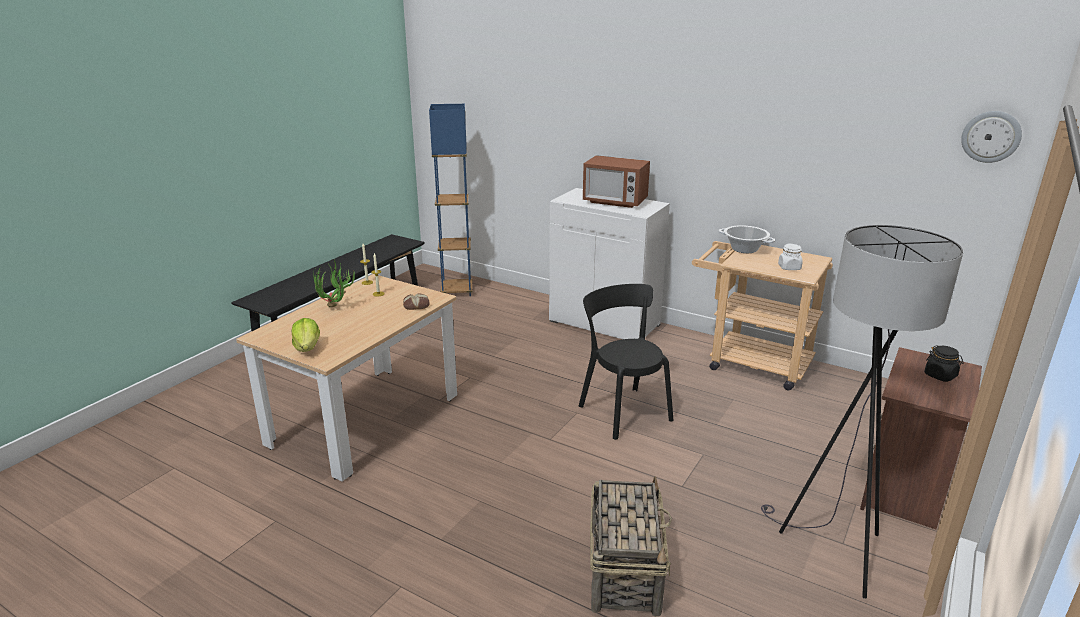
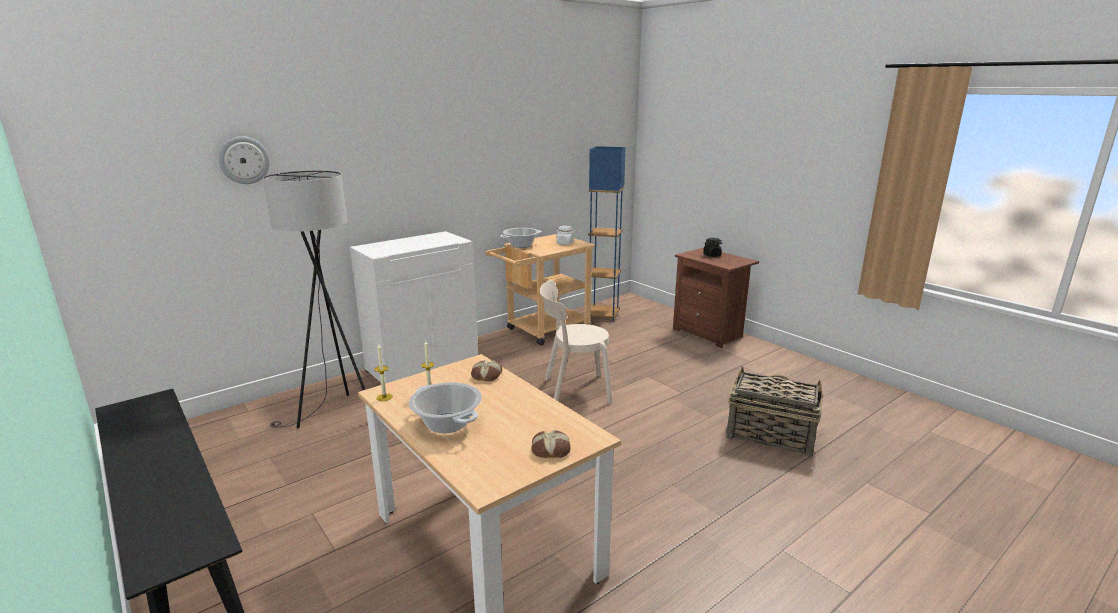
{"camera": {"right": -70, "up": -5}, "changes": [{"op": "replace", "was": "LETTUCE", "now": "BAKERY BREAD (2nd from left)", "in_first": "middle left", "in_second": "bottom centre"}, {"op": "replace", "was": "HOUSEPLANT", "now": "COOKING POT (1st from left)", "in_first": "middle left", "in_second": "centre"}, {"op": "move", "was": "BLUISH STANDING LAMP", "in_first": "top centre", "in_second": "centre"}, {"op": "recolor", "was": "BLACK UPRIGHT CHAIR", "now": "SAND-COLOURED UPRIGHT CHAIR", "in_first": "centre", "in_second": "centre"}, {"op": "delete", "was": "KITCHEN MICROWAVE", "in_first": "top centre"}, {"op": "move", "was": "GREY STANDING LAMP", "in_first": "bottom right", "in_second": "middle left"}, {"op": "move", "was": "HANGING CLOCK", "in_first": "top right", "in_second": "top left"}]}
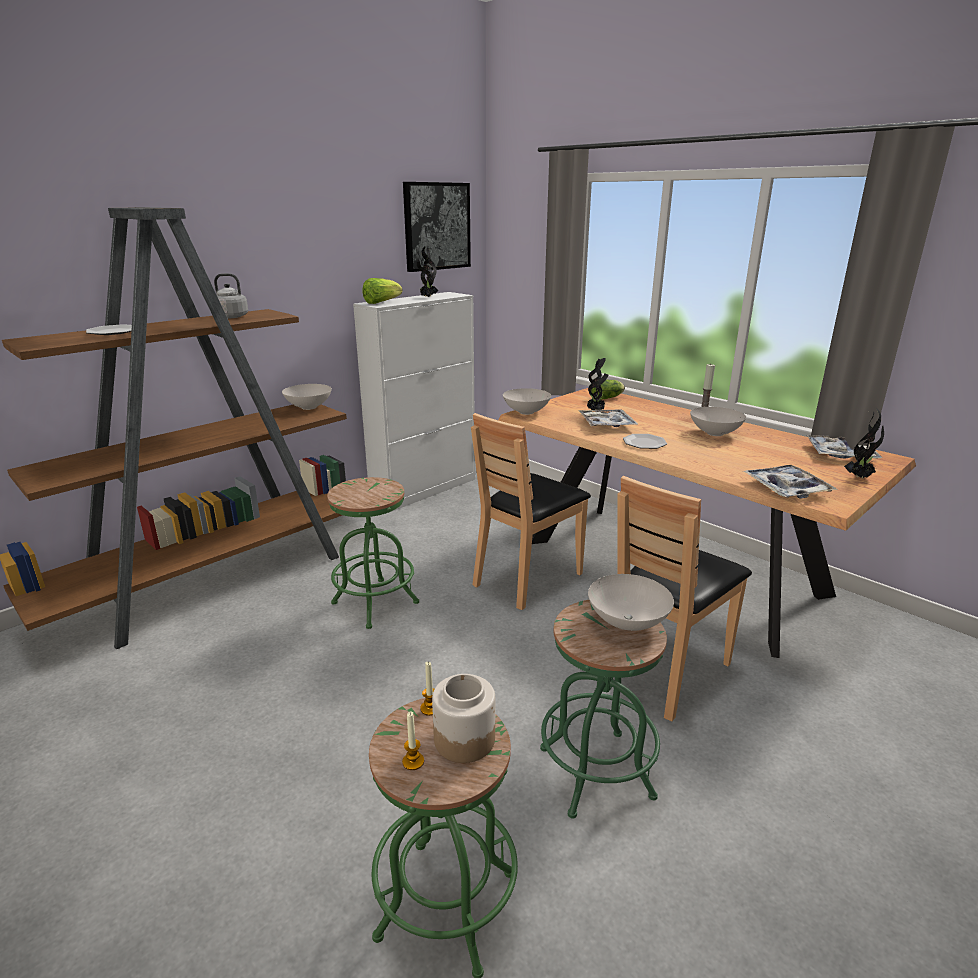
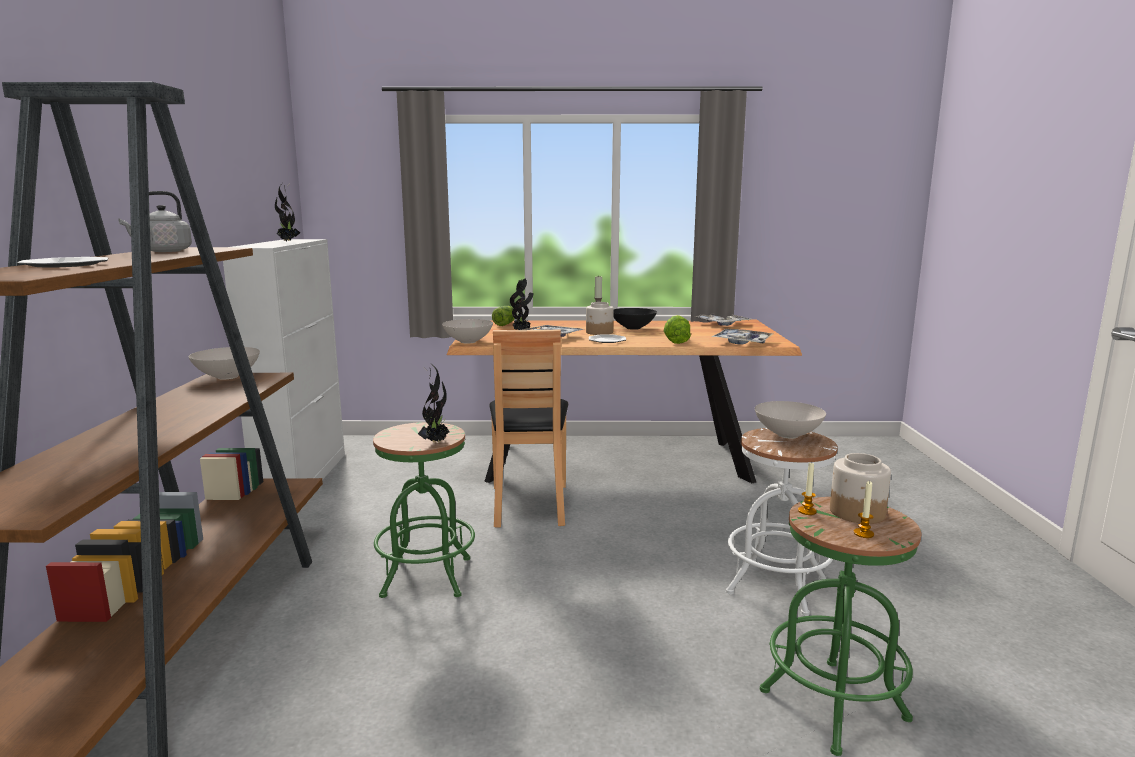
{"camera": {"right": -45, "up": -10}, "changes": [{"op": "move", "was": "LETTUCE (1st from left in the first image)", "now": "LETTUCE (2nd from left)", "in_first": "top centre", "in_second": "centre"}, {"op": "delete", "was": "WALL PICTURE", "in_first": "top centre"}, {"op": "recolor", "was": "GREEN-COLOURED STOOL (3rd from left)", "now": "WHITE-COLOURED STOOL", "in_first": "bottom centre", "in_second": "bottom right"}, {"op": "delete", "was": "BROWNISH UPRIGHT CHAIR (2nd from left)", "in_first": "middle right"}, {"op": "recolor", "was": "WHITE-COLOURED BOWL (4th from left)", "now": "BLACK BOWL", "in_first": "middle right", "in_second": "centre"}, {"op": "move", "was": "HOUSEPLANT (3rd from left in the first image)", "now": "HOUSEPLANT (2nd from left)", "in_first": "middle right", "in_second": "centre"}, {"op": "insert", "now": "PRESERVE JAR (1st from left)", "in_second": "centre"}]}
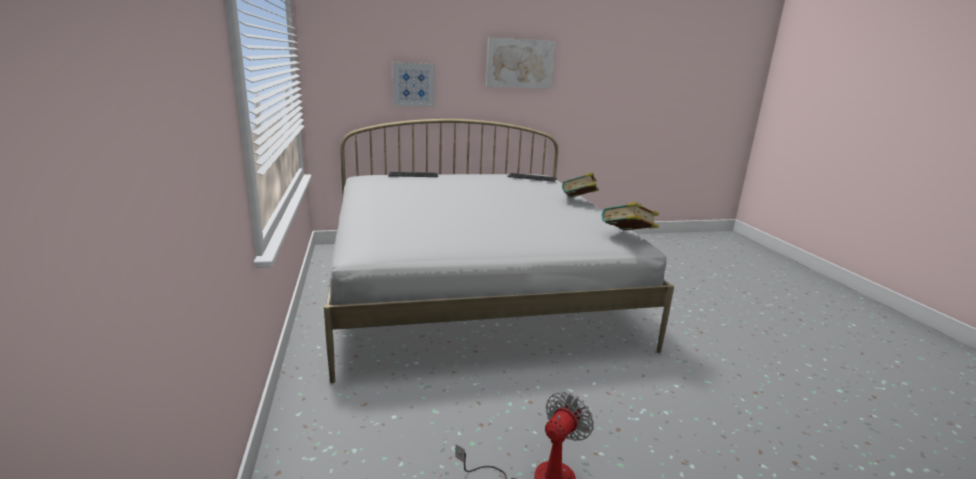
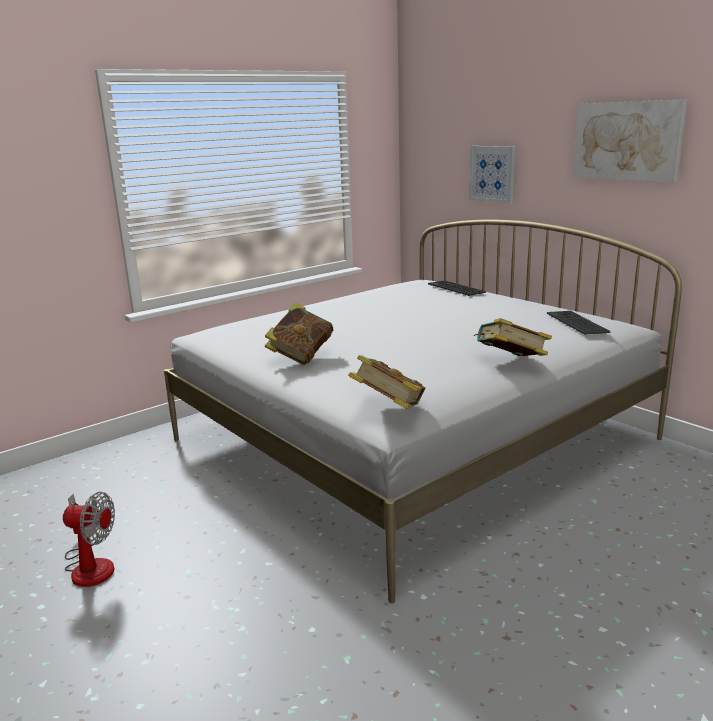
{"camera": {"right": 65, "up": 0}, "changes": [{"op": "insert", "now": "VOLUME (1st from left)", "in_second": "centre"}]}
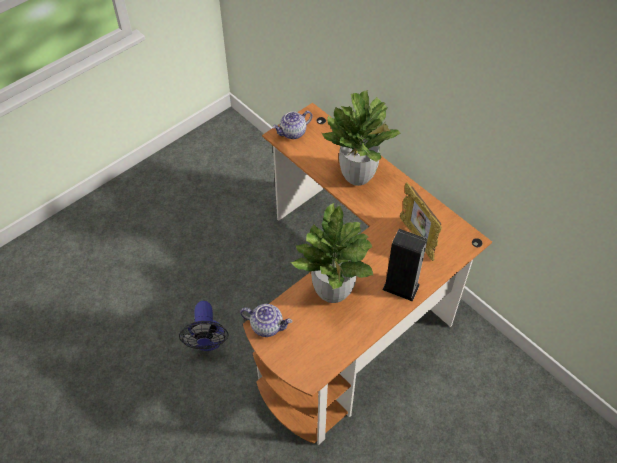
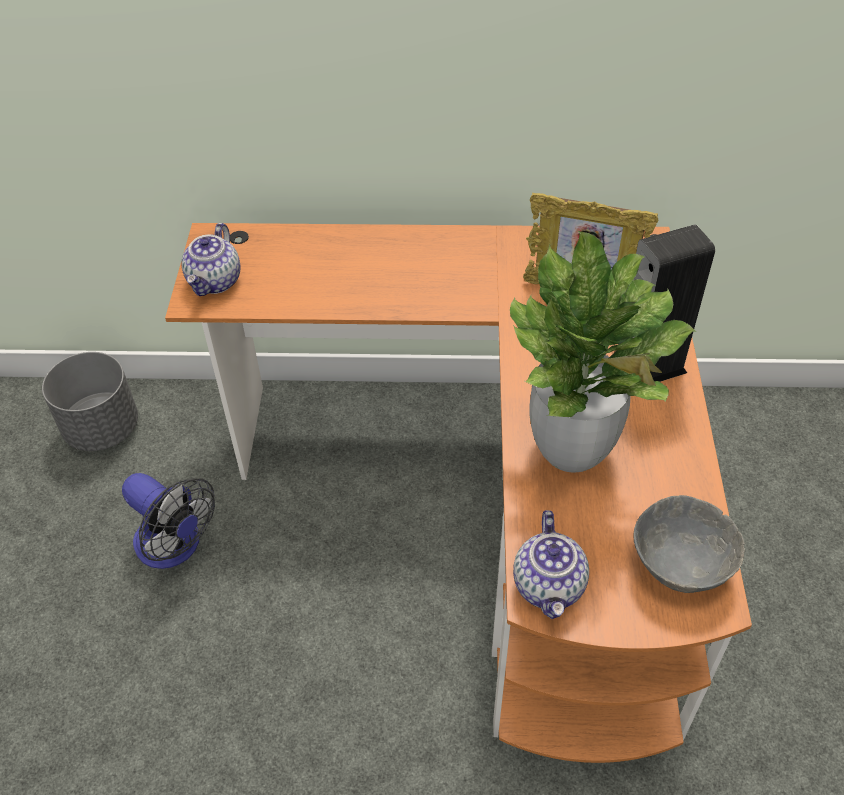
{"camera": {"right": -45, "up": -5}, "changes": [{"op": "move", "was": "ELECTRIC FAN", "in_first": "bottom left", "in_second": "middle left"}, {"op": "rotate", "was": "TEAPOT (1st from left in the first image)", "in_first": "bottom centre", "in_second": "bottom centre", "clockwise": 120}, {"op": "delete", "was": "HOUSEPLANT (2nd from left)", "in_first": "top centre"}, {"op": "insert", "now": "GREY PLANTER", "in_second": "middle left"}, {"op": "insert", "now": "GREY BOWL", "in_second": "bottom right"}]}
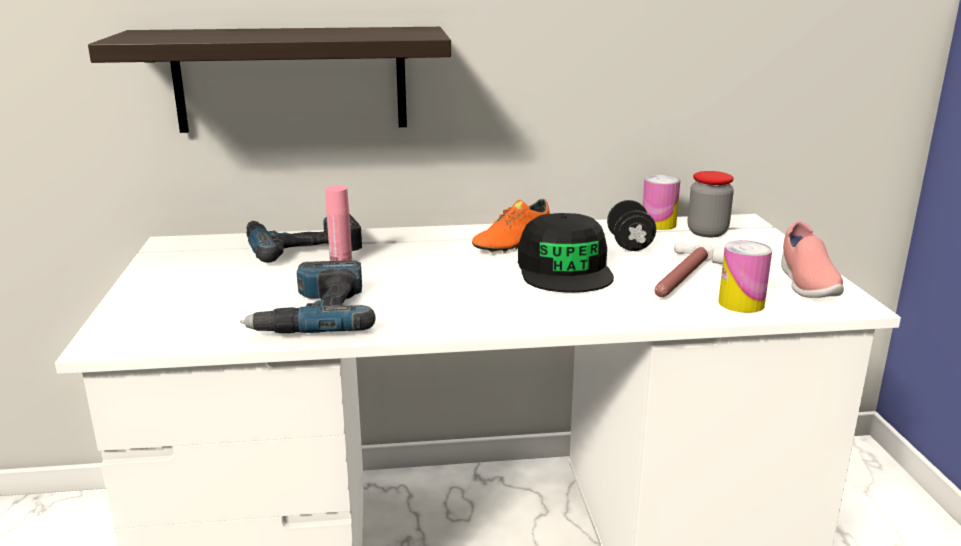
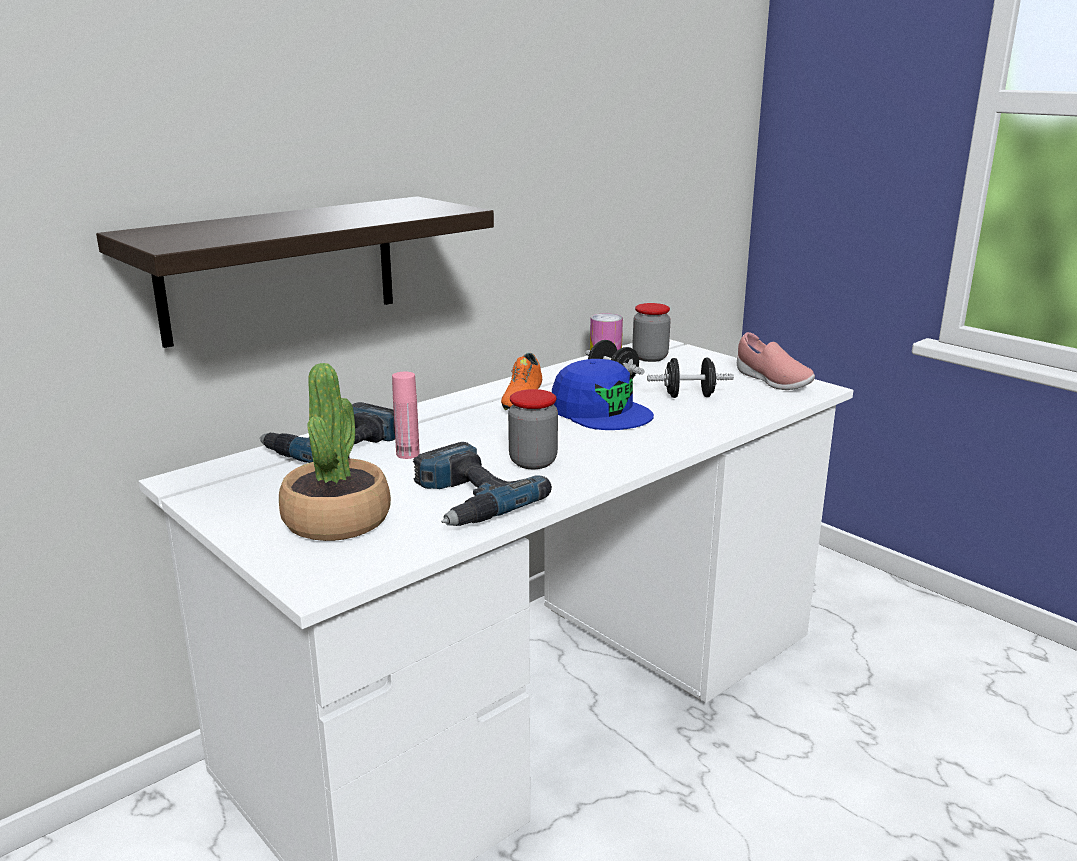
{"camera": {"right": -35, "up": 0}, "changes": [{"op": "recolor", "was": "BLACK BASEBALL CAP", "now": "BLUISH BASEBALL CAP", "in_first": "centre", "in_second": "centre"}, {"op": "replace", "was": "HAND HAMMER", "now": "BLACK FREE WEIGHT (2nd from left)", "in_first": "middle right", "in_second": "centre"}, {"op": "delete", "was": "METAL CAN (2nd from left)", "in_first": "middle right"}, {"op": "insert", "now": "HOUSEPLANT", "in_second": "middle left"}, {"op": "insert", "now": "PRESERVE JAR (1st from left)", "in_second": "centre"}]}
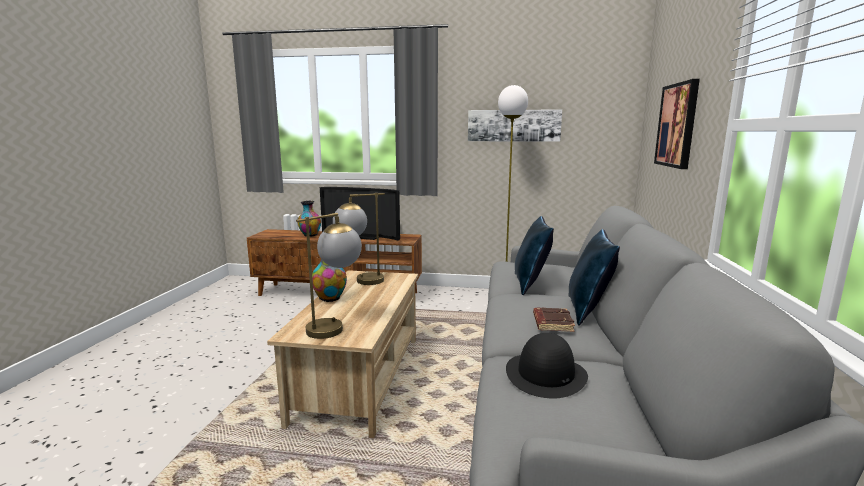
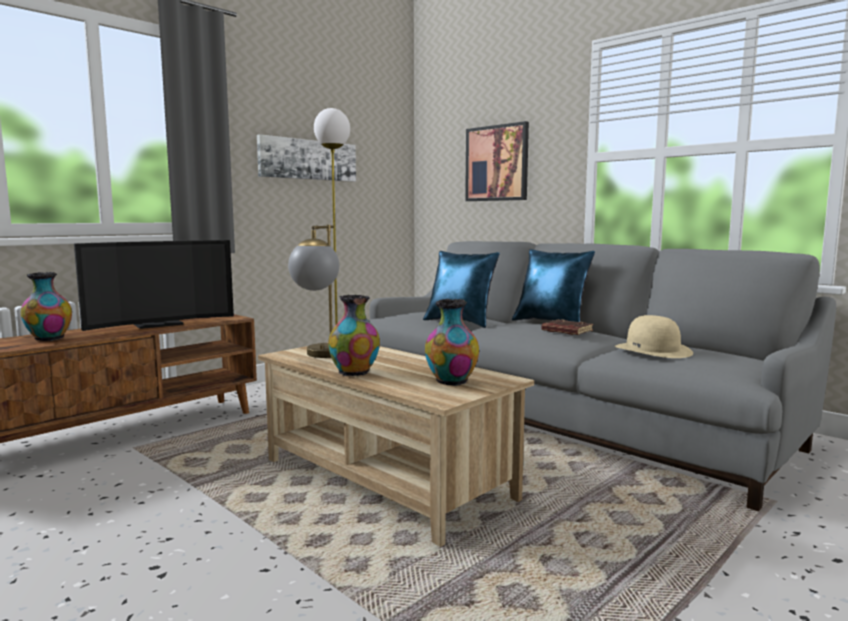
{"camera": {"right": -55, "up": -5}, "changes": [{"op": "replace", "was": "TABLETOP LAMP (1st from left)", "now": "VASE (3rd from left)", "in_first": "centre", "in_second": "centre"}, {"op": "recolor", "was": "BLACK HAT", "now": "SAND-COLOURED HAT", "in_first": "bottom centre", "in_second": "middle right"}]}
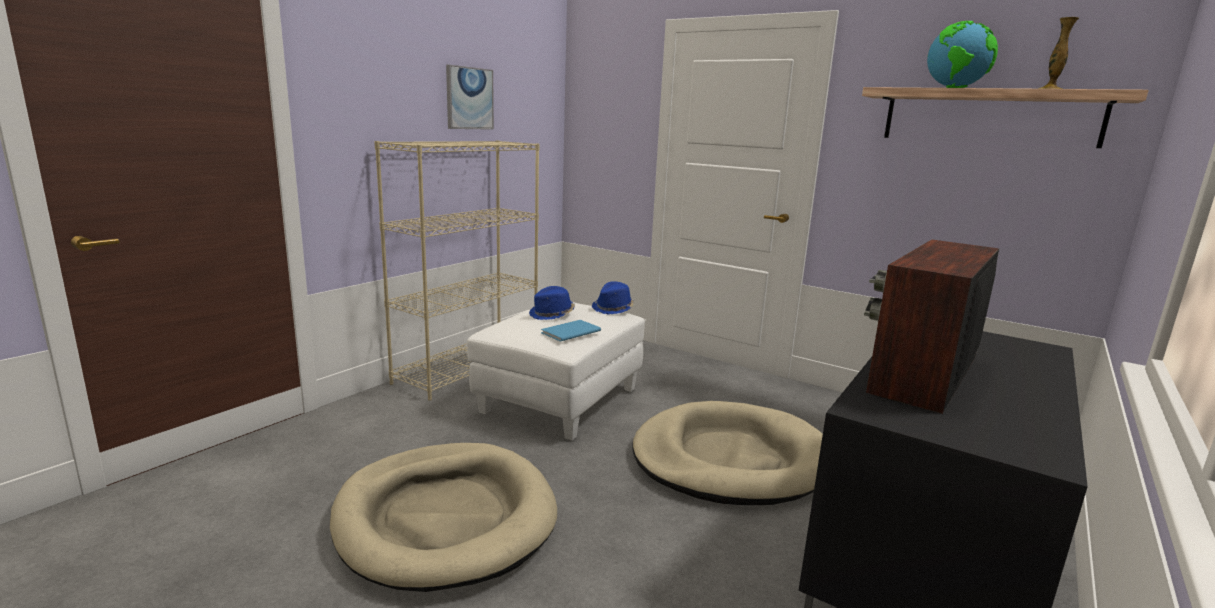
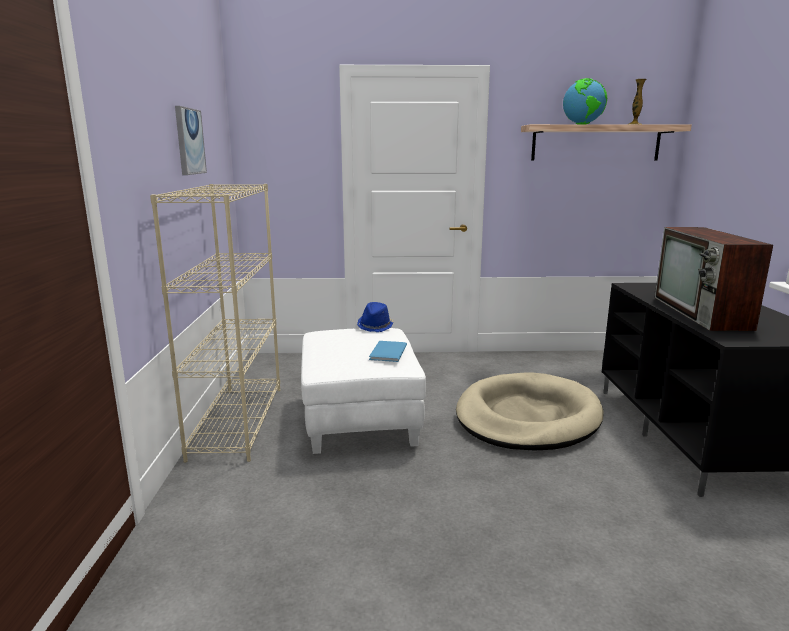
{"camera": {"right": -35, "up": 0}, "changes": [{"op": "delete", "was": "SAND-COLOURED DOG BED (1st from left)", "in_first": "bottom centre"}, {"op": "delete", "was": "BLUISH HAT (1st from left)", "in_first": "centre"}]}
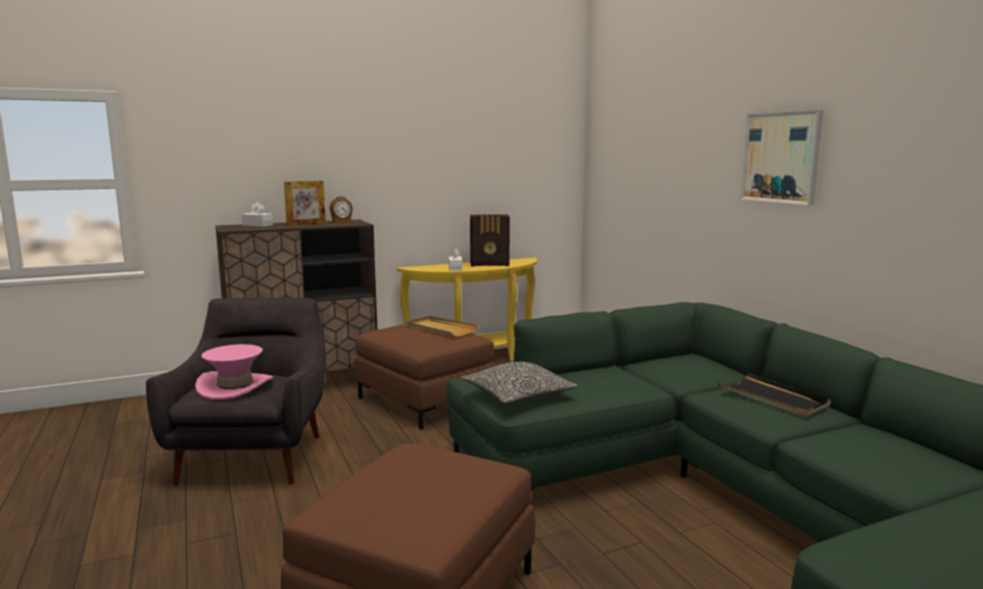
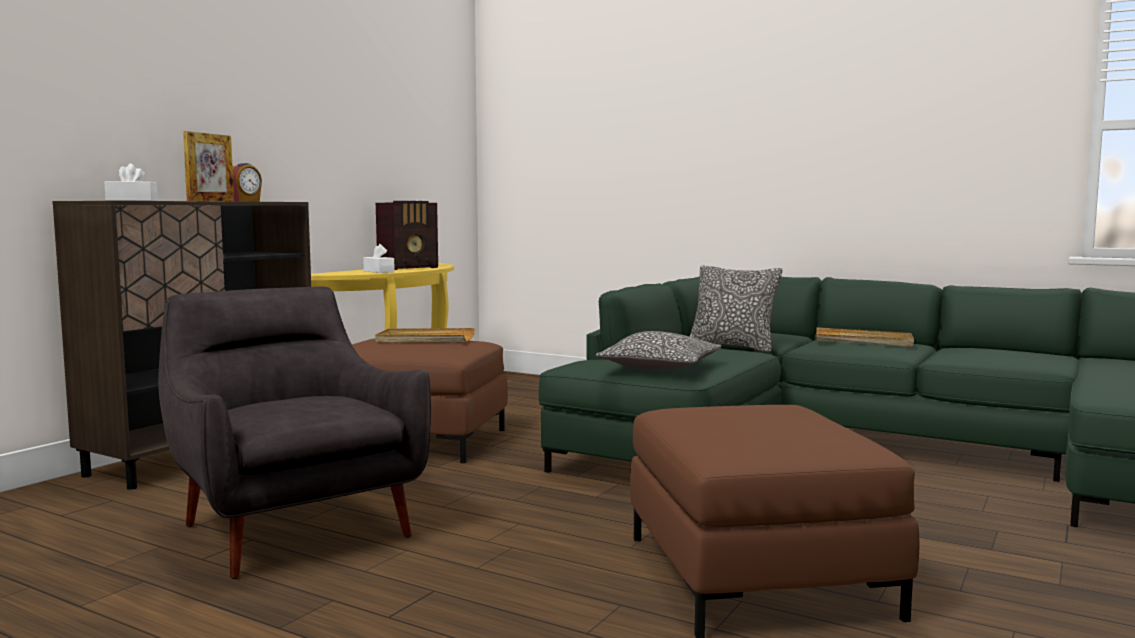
{"camera": {"right": -35, "up": -5}, "changes": [{"op": "delete", "was": "PINKISH HAT", "in_first": "middle left"}, {"op": "recolor", "was": "BLACK CARRYING TRAY", "now": "SAND-COLOURED CARRYING TRAY (2nd from left)", "in_first": "bottom right", "in_second": "middle right"}, {"op": "delete", "was": "WALL PICTURE", "in_first": "top right"}, {"op": "insert", "now": "PILLOW (2nd from left)", "in_second": "centre"}]}
